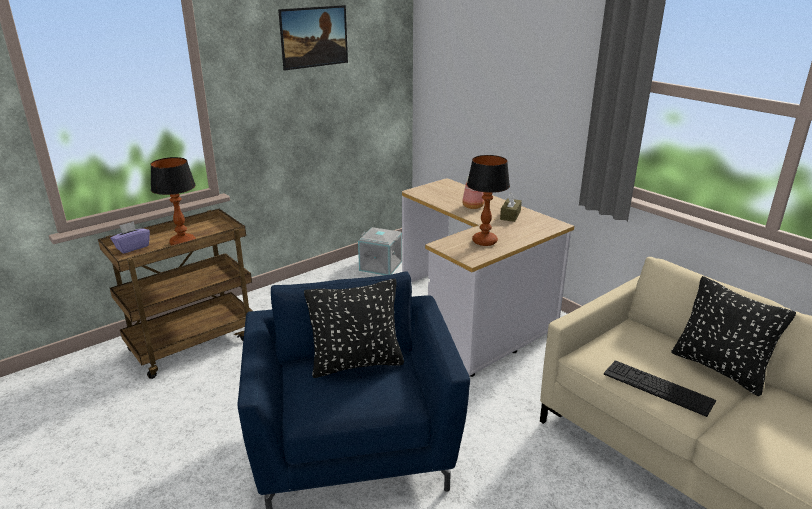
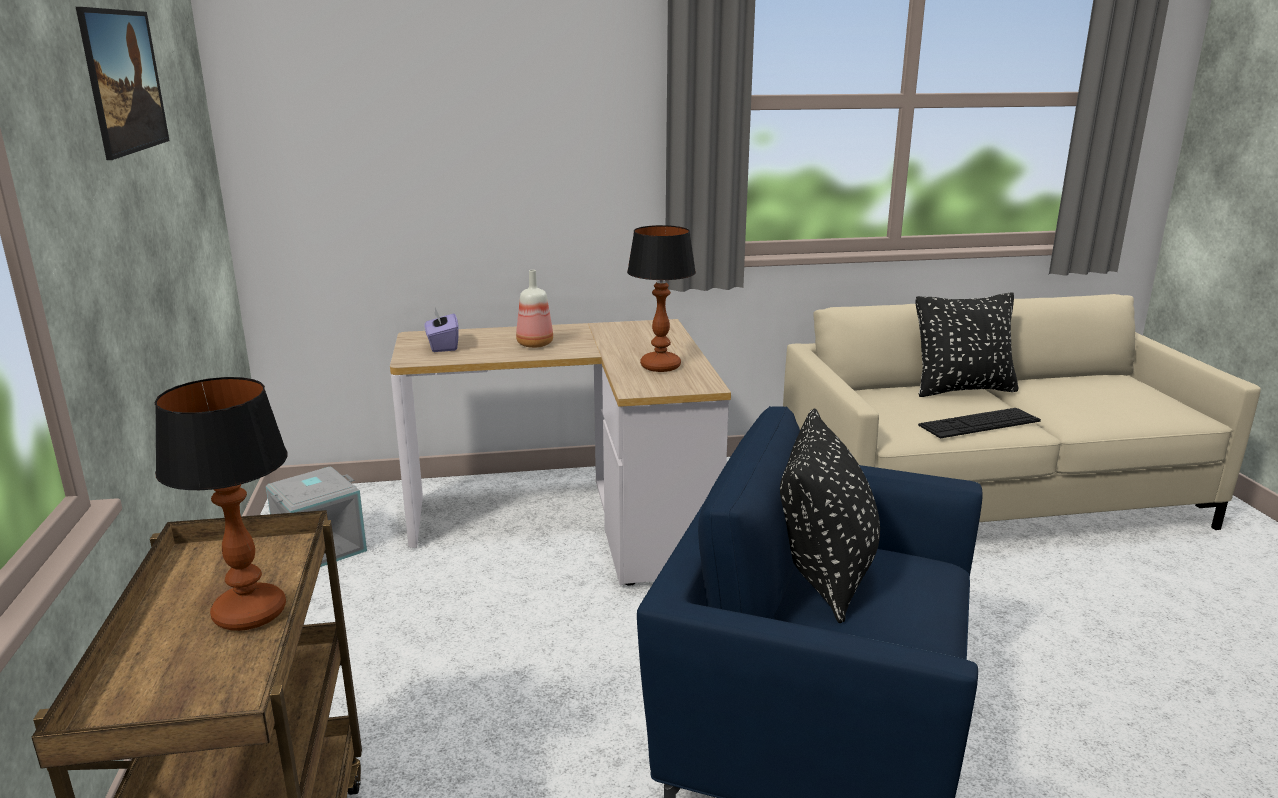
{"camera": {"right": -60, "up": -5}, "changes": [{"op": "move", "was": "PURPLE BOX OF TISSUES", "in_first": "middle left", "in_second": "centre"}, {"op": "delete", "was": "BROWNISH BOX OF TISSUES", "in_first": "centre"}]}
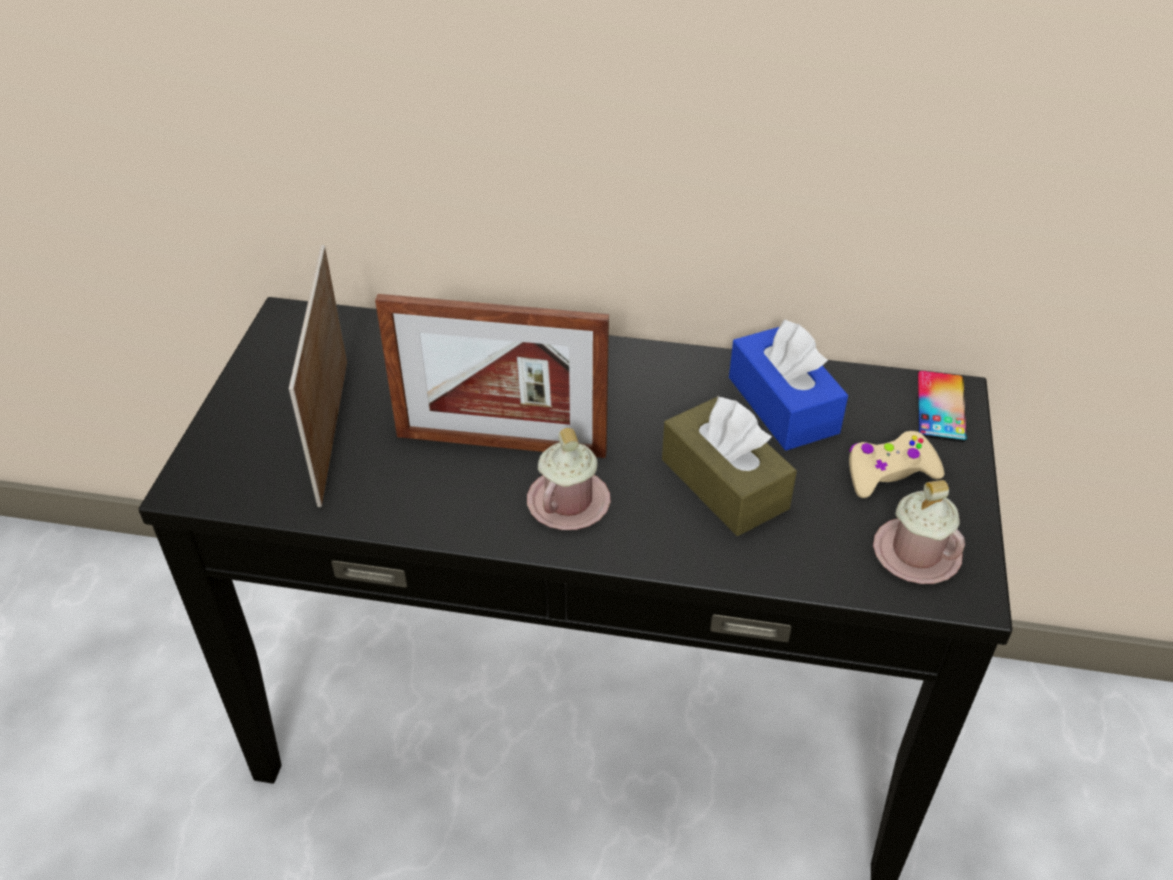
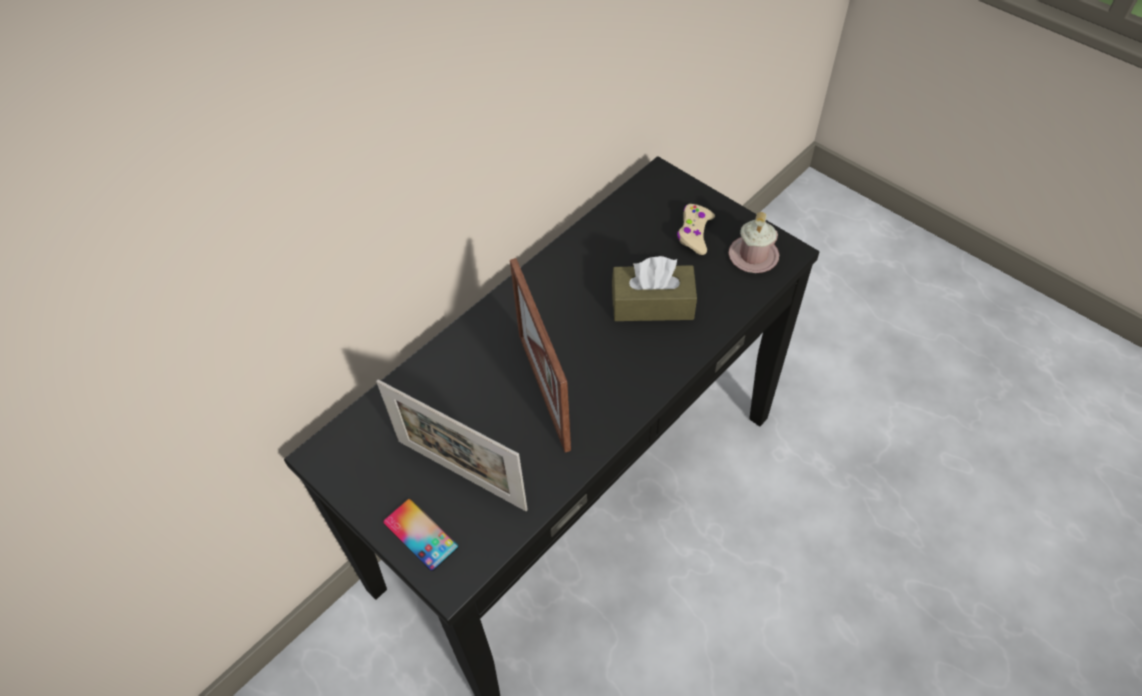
{"camera": {"right": -55, "up": 10}, "changes": [{"op": "rotate", "was": "PICTURE FRAME (2nd from left)", "in_first": "centre", "in_second": "centre", "clockwise": 120}, {"op": "delete", "was": "PINKISH TEA MUG (1st from left)", "in_first": "centre"}, {"op": "delete", "was": "BLUISH BOX OF TISSUES", "in_first": "middle right"}, {"op": "move", "was": "PHONE", "in_first": "middle right", "in_second": "bottom centre"}]}
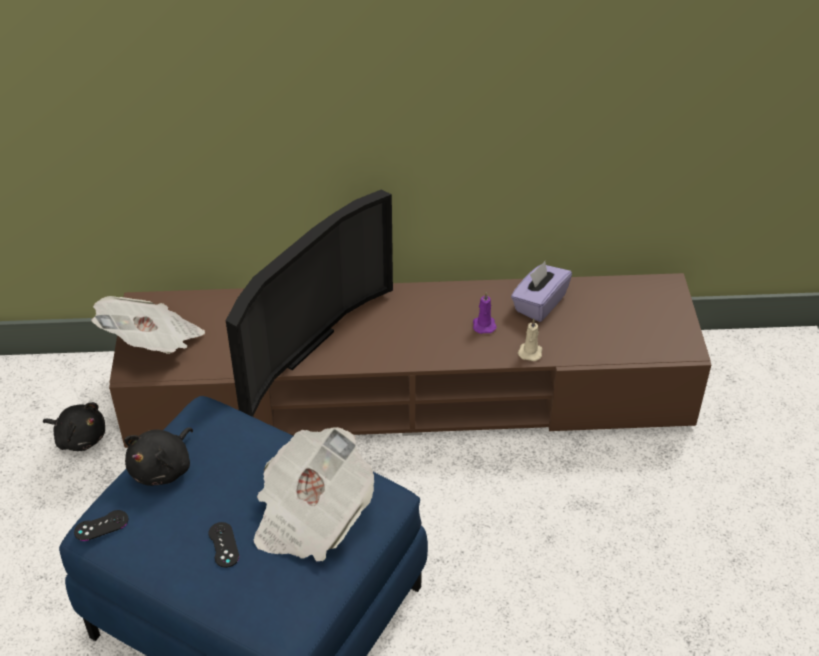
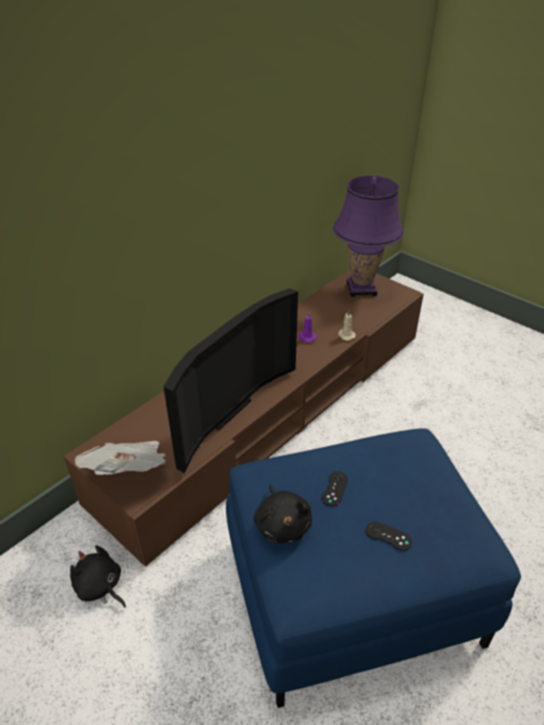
{"camera": {"right": -45, "up": -5}, "changes": [{"op": "rotate", "was": "BLACK SOFT TOY (1st from left)", "in_first": "middle left", "in_second": "bottom left", "clockwise": -120}, {"op": "move", "was": "BLACK JOYPAD (1st from left)", "in_first": "bottom left", "in_second": "bottom centre"}, {"op": "rotate", "was": "TV SET", "in_first": "centre", "in_second": "centre", "clockwise": 45}, {"op": "delete", "was": "PRINTED PAPER (2nd from left)", "in_first": "bottom centre"}, {"op": "delete", "was": "PURPLE BOX OF TISSUES", "in_first": "centre"}, {"op": "insert", "now": "PURPLE TABLETOP LAMP", "in_second": "top right"}]}
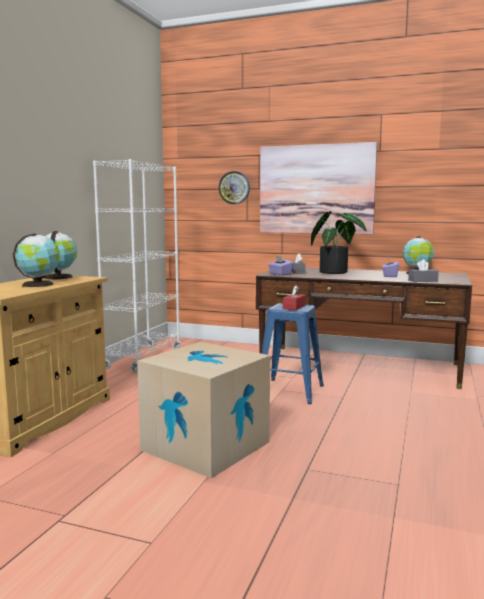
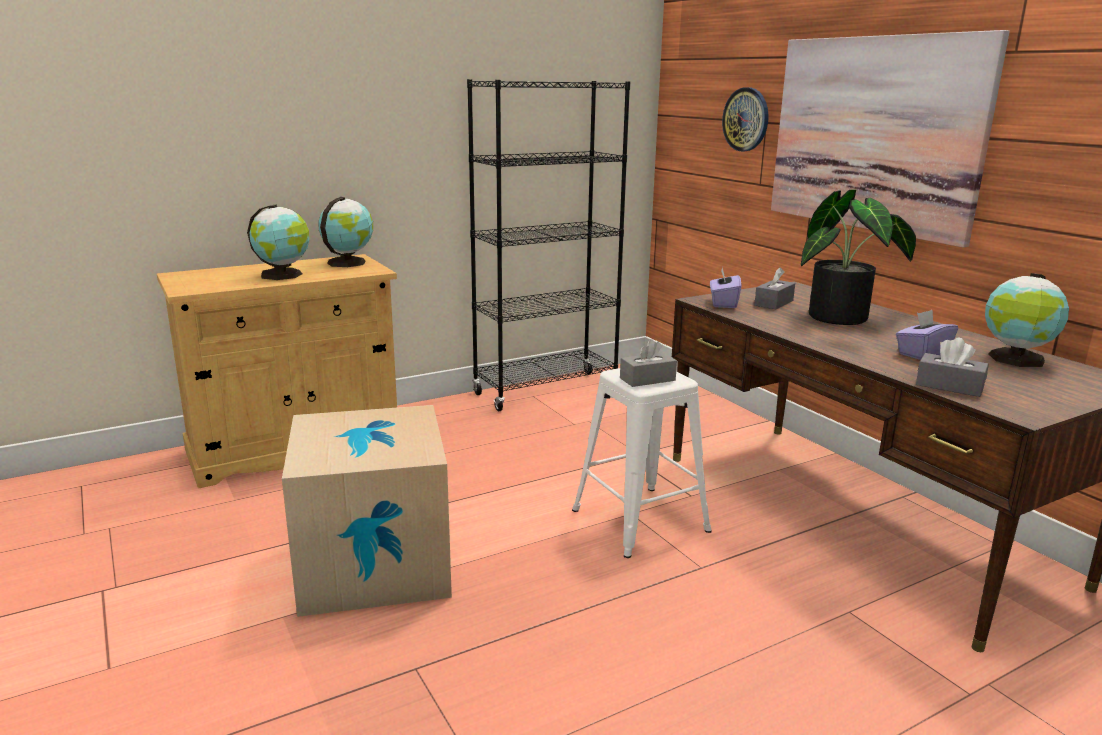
{"camera": {"right": 40, "up": 10}, "changes": [{"op": "recolor", "was": "WHITE-COLOURED SHELVING UNIT", "now": "BLACK SHELVING UNIT", "in_first": "middle left", "in_second": "centre"}, {"op": "recolor", "was": "BLUISH STOOL", "now": "WHITE-COLOURED STOOL", "in_first": "centre", "in_second": "centre"}, {"op": "recolor", "was": "RED BOX OF TISSUES", "now": "GREY BOX OF TISSUES (1st from left)", "in_first": "centre", "in_second": "centre"}]}
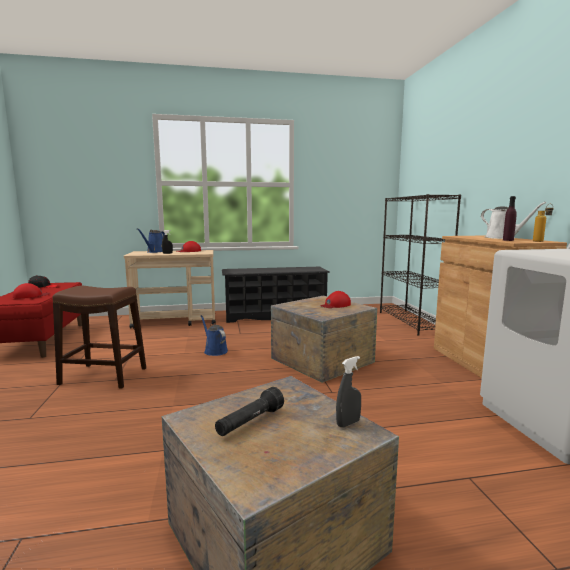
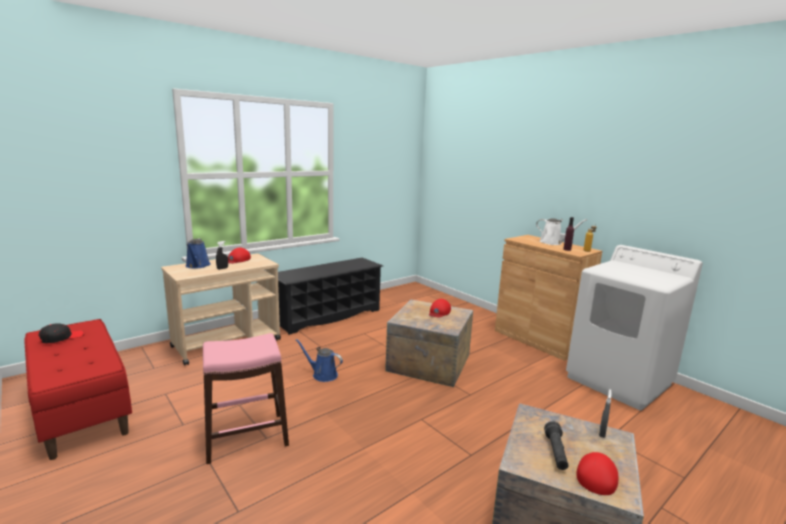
{"camera": {"right": -30, "up": 5}, "changes": [{"op": "move", "was": "RED BASEBALL CAP (1st from left in the first image)", "now": "RED BASEBALL CAP (3rd from left)", "in_first": "middle left", "in_second": "bottom right"}, {"op": "recolor", "was": "BROWNISH STOOL", "now": "PINKISH STOOL", "in_first": "middle left", "in_second": "bottom left"}, {"op": "delete", "was": "BLACK SHELVING UNIT", "in_first": "middle right"}]}
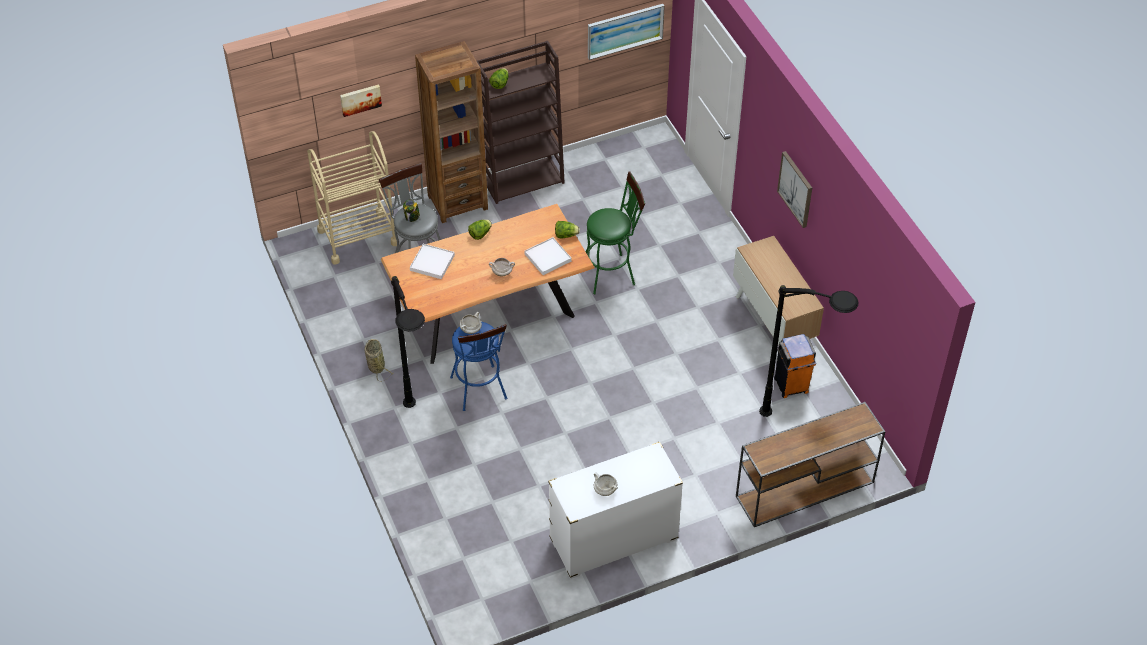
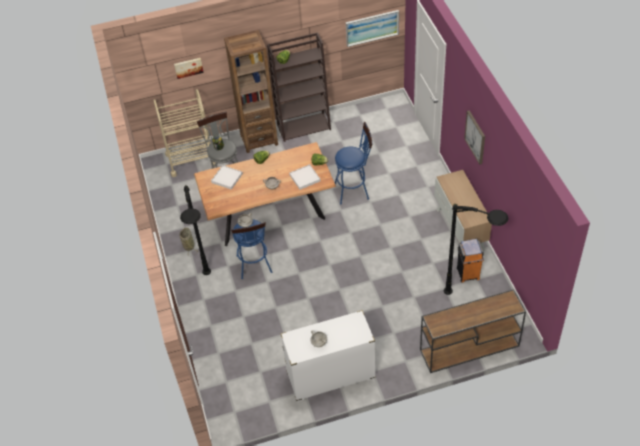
{"camera": {"right": 10, "up": 0}, "changes": [{"op": "recolor", "was": "GREEN-COLOURED STOOL", "now": "BLUISH STOOL (2nd from left)", "in_first": "centre", "in_second": "centre"}]}
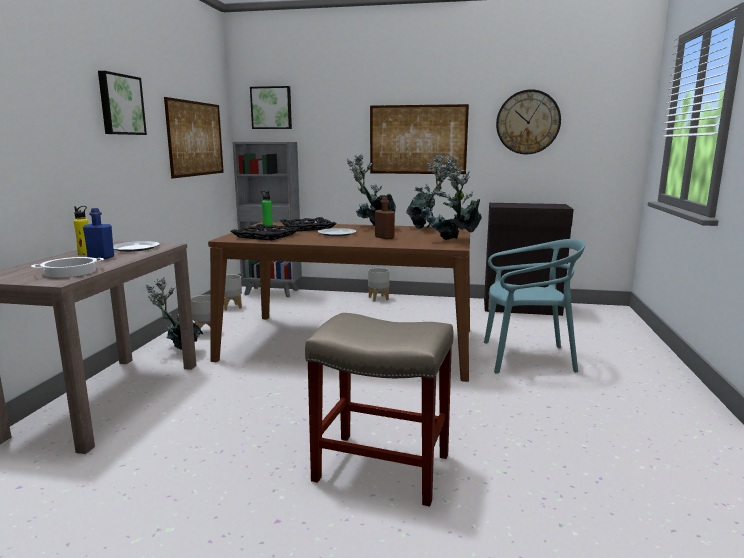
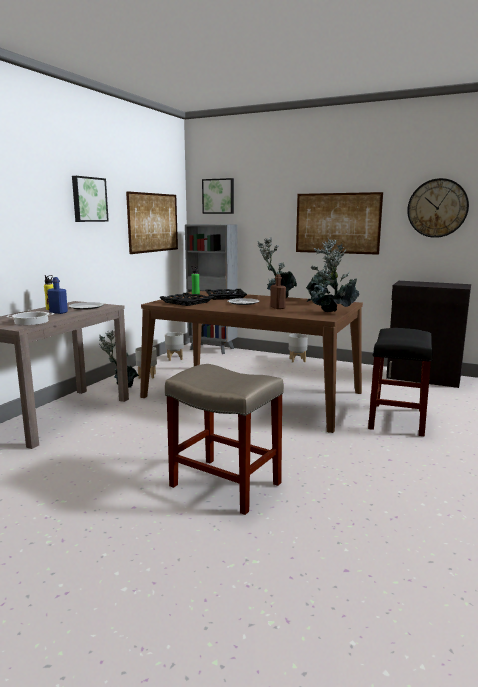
{"camera": {"right": 15, "up": 0}, "changes": [{"op": "replace", "was": "BLUE-GREEN UPRIGHT CHAIR", "now": "BLACK STOOL", "in_first": "middle right", "in_second": "middle right"}]}
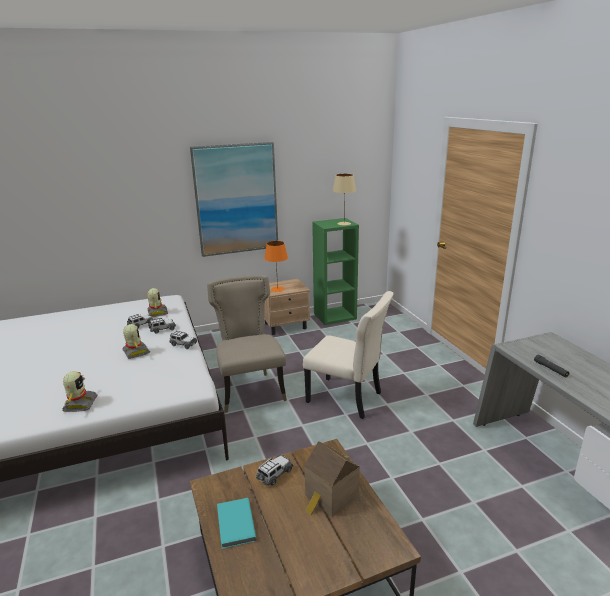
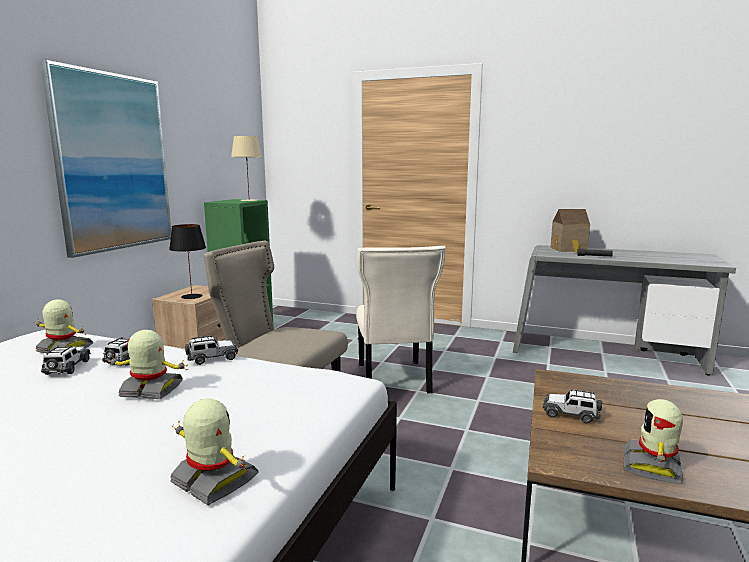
{"camera": {"right": -50, "up": -10}, "changes": [{"op": "replace", "was": "BLUE-GREEN VOLUME", "now": "TOY ROBOT (4th from left)", "in_first": "bottom centre", "in_second": "bottom right"}, {"op": "rotate", "was": "MODEL CAR (4th from left)", "in_first": "bottom centre", "in_second": "bottom right", "clockwise": -60}, {"op": "recolor", "was": "ORANGEY TABLETOP LAMP", "now": "BLACK TABLETOP LAMP", "in_first": "centre", "in_second": "middle left"}, {"op": "rotate", "was": "SAND-COLOURED UPRIGHT CHAIR (2nd from left)", "in_first": "centre", "in_second": "centre", "clockwise": 105}, {"op": "move", "was": "MODEL HOUSE", "in_first": "bottom centre", "in_second": "middle right"}]}
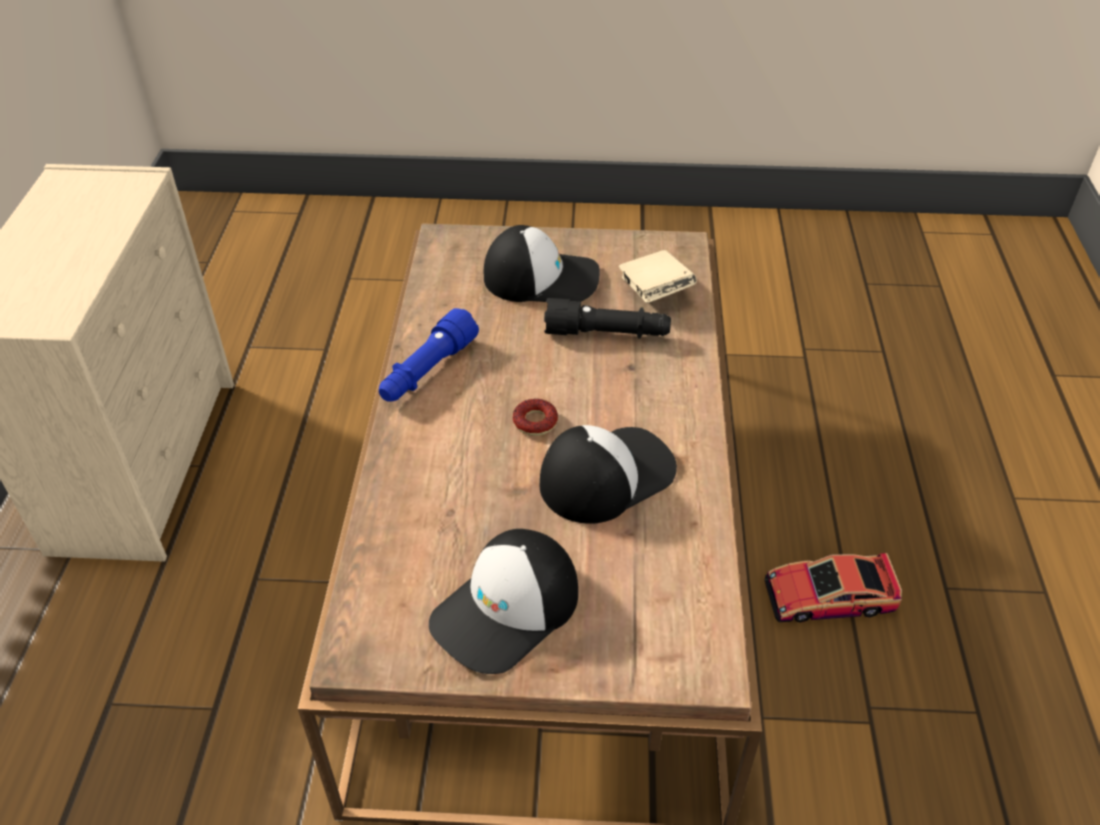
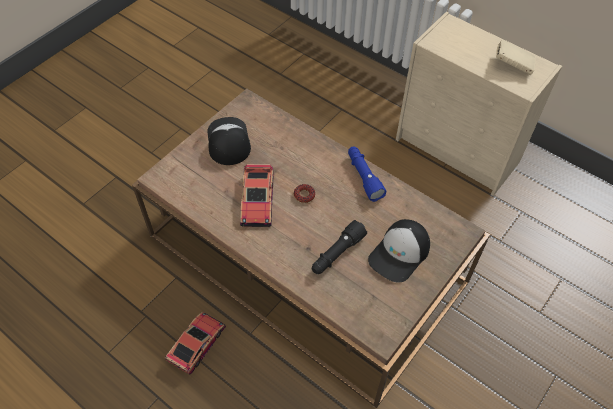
{"camera": {"right": 125, "up": 10}, "changes": [{"op": "replace", "was": "BASEBALL CAP (3rd from left)", "now": "MODEL CAR (2nd from left)", "in_first": "centre", "in_second": "centre"}, {"op": "move", "was": "SAND-COLOURED VOLUME", "in_first": "centre", "in_second": "top right"}]}
